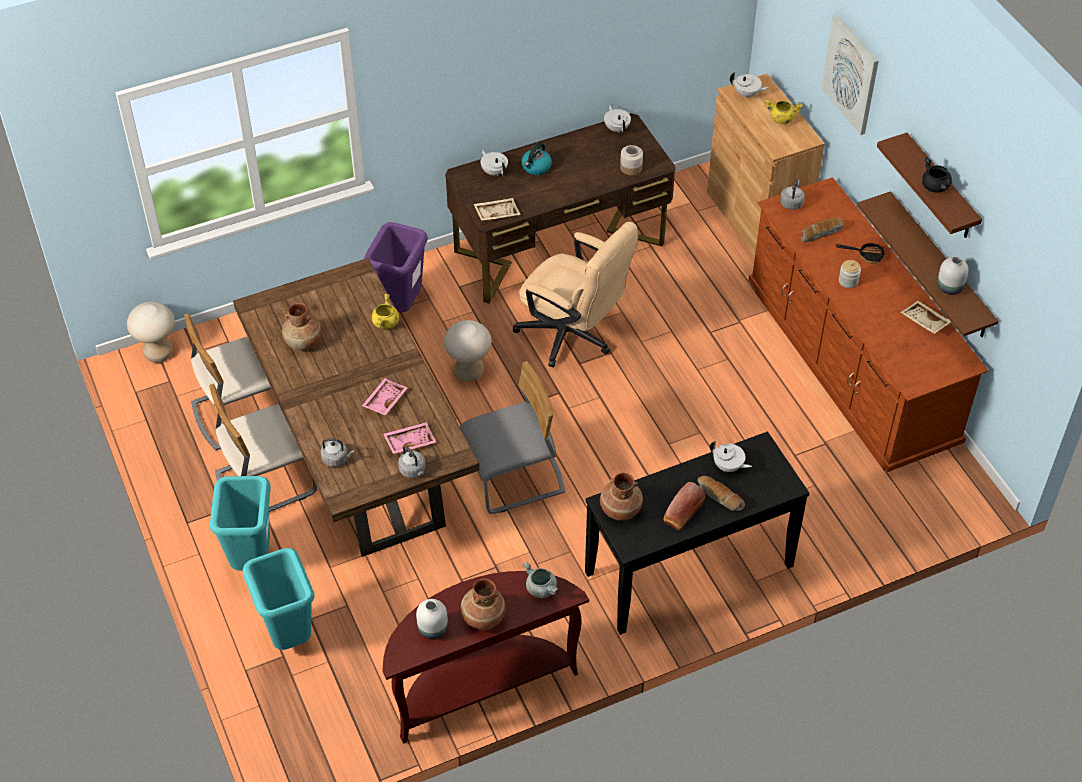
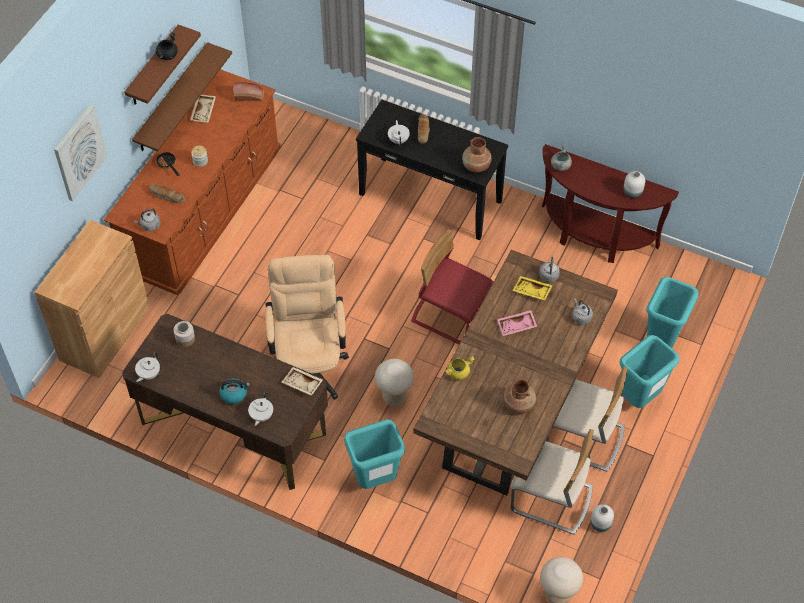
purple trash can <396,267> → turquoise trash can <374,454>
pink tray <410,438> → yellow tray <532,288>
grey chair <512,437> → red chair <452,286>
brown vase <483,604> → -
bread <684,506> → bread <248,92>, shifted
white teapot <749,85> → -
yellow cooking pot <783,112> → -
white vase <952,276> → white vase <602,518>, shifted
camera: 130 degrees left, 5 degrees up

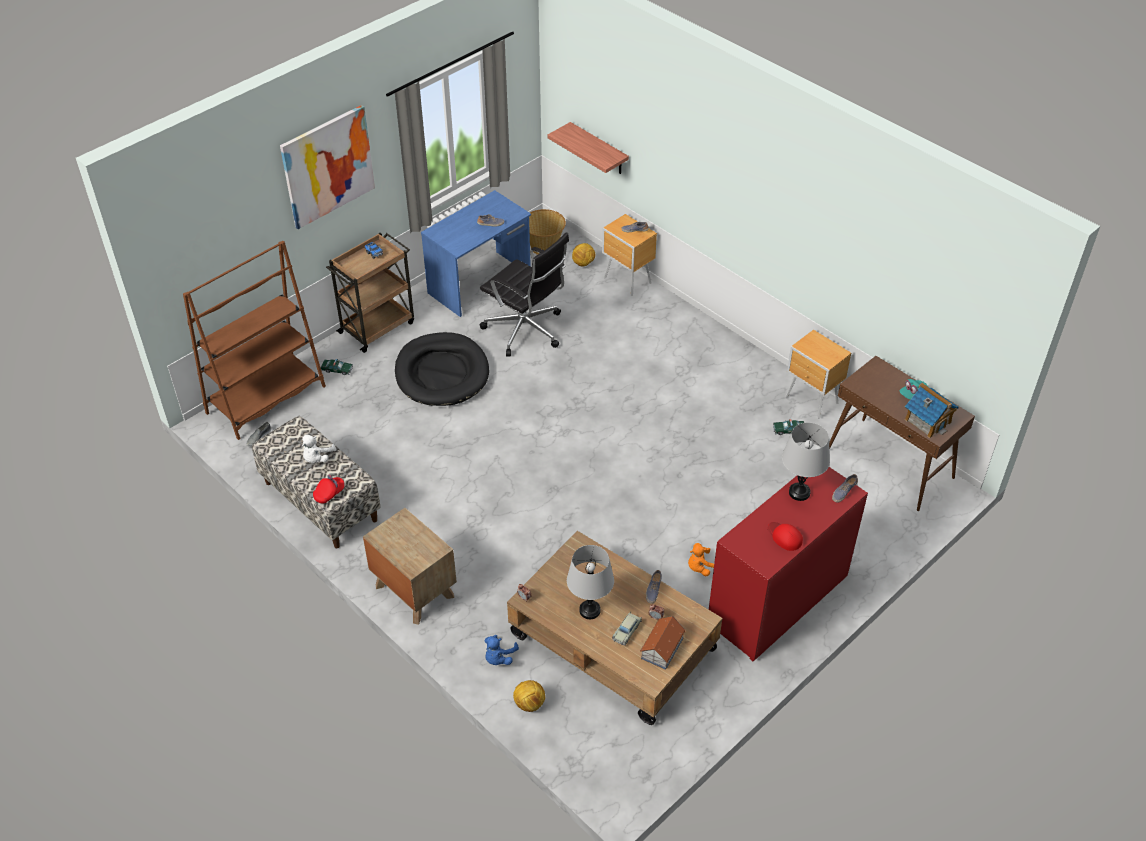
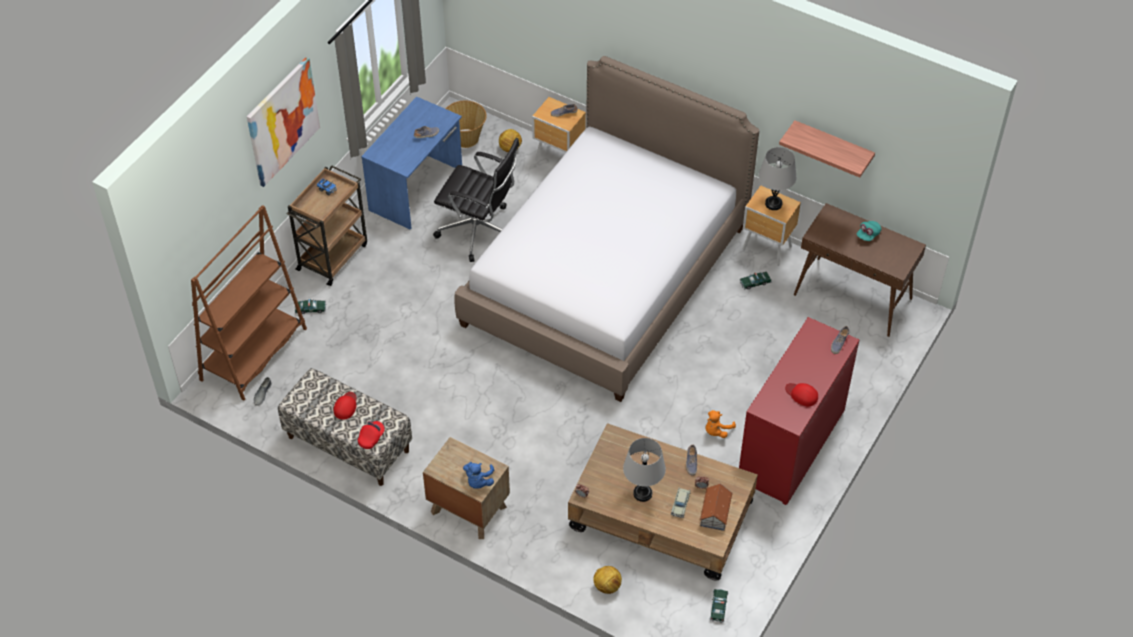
white plush toy <319,449> → red cap <345,406>
black dog bed <442,369> → -
blue plush toy <502,650> → blue plush toy <478,475>, shifted
shelf <588,148> → shelf <827,149>, shifted
grey table lamp <806,462> → grey table lamp <778,178>, shifted
toy house <932,410> → -
- → bed <606,229>
- → toy car <719,606>
camera: 15 degrees left, 5 degrees up

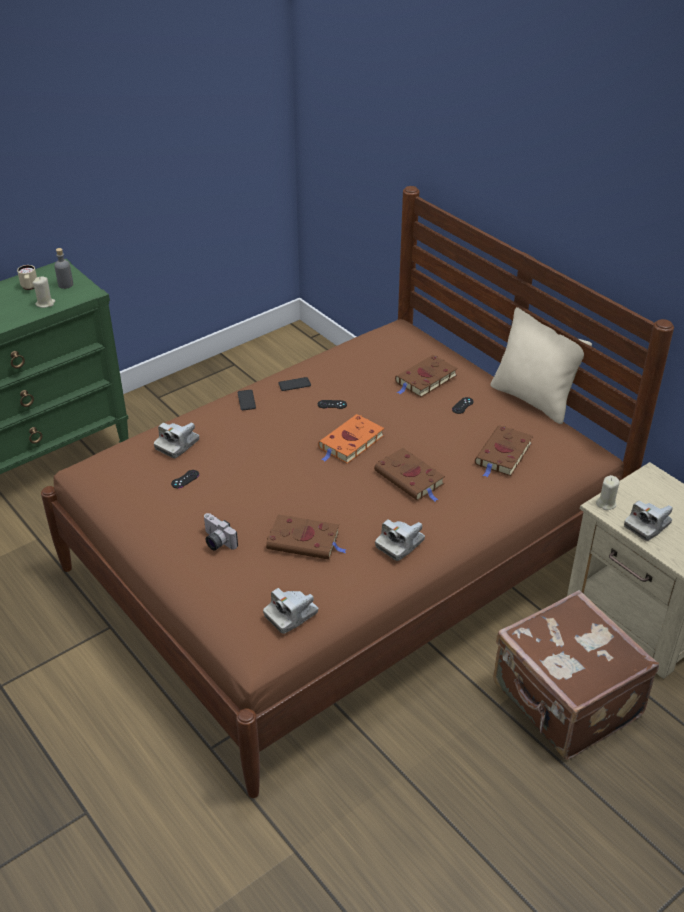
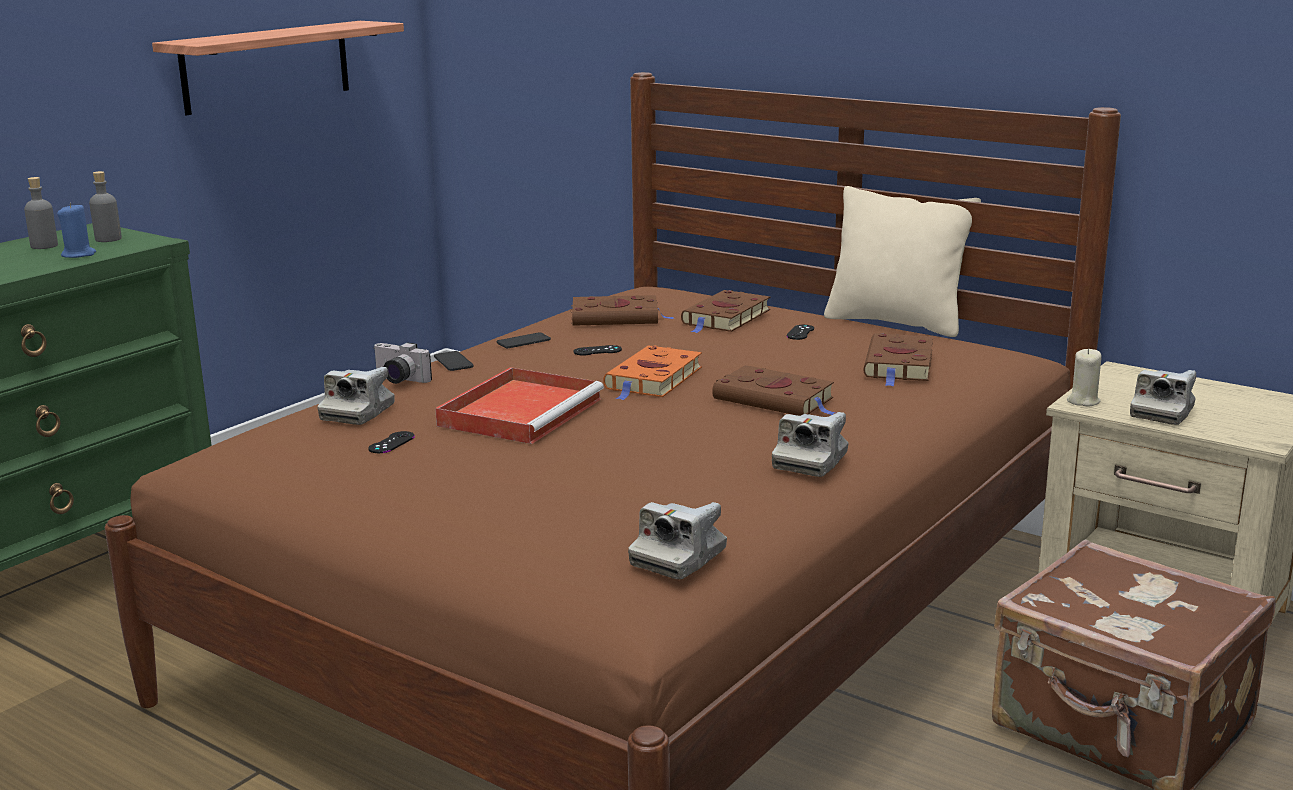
beige mug <27,277> → grey bottle <41,213>
beige candle <44,292> → blue candle <76,230>
photo camera <220,532> → photo camera <402,363>, shifted
brown book <306,537> → brown book <622,310>, shifted
- → shelf <278,68>
- → red tray <519,405>
camera: 15 degrees left, 20 degrees down

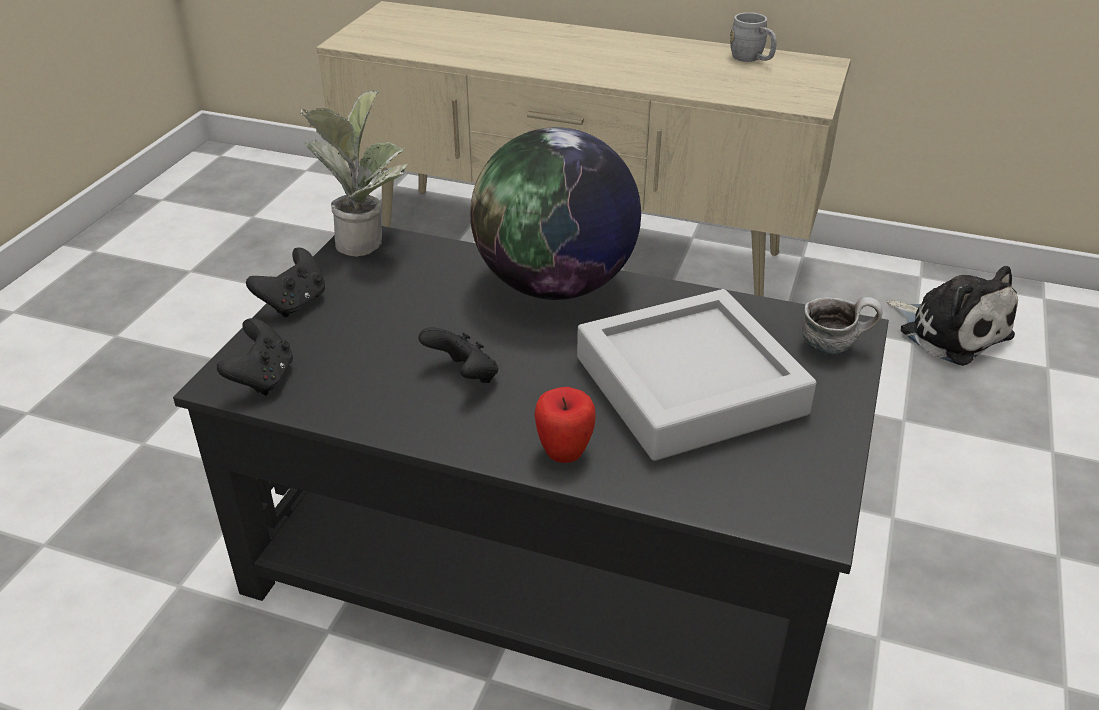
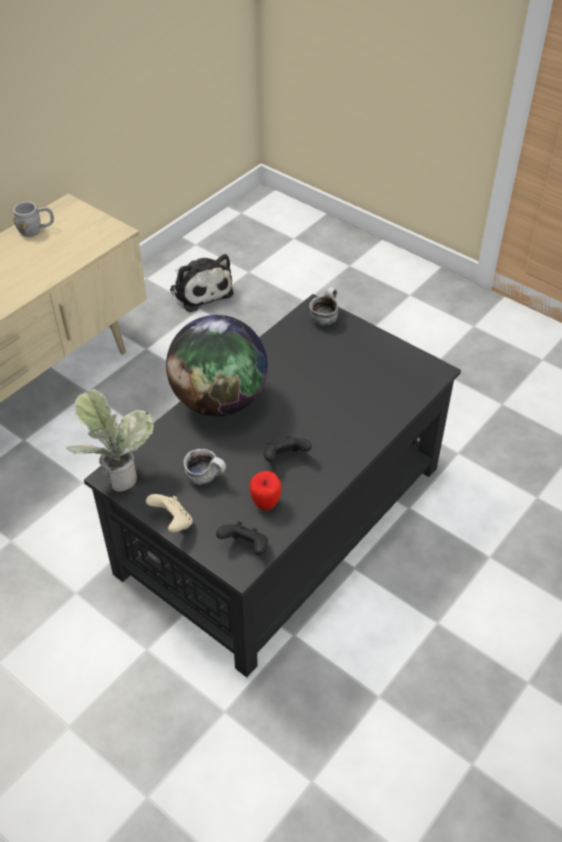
black game controller <285,282> → beige game controller <169,513>
apple <565,425> → apple <265,490>, shifted
grey tray <696,375> → -
plush toy <952,316> → plush toy <202,283>, 75 degrees clockwise
- → mug <204,467>
camera: 70 degrees left, 10 degrees up

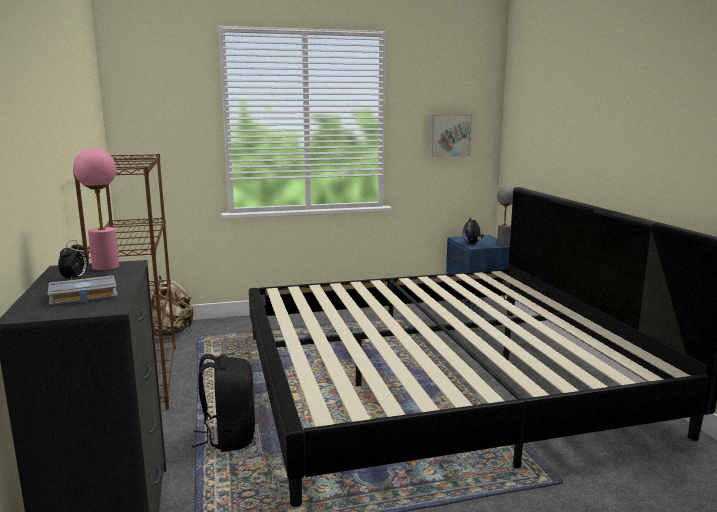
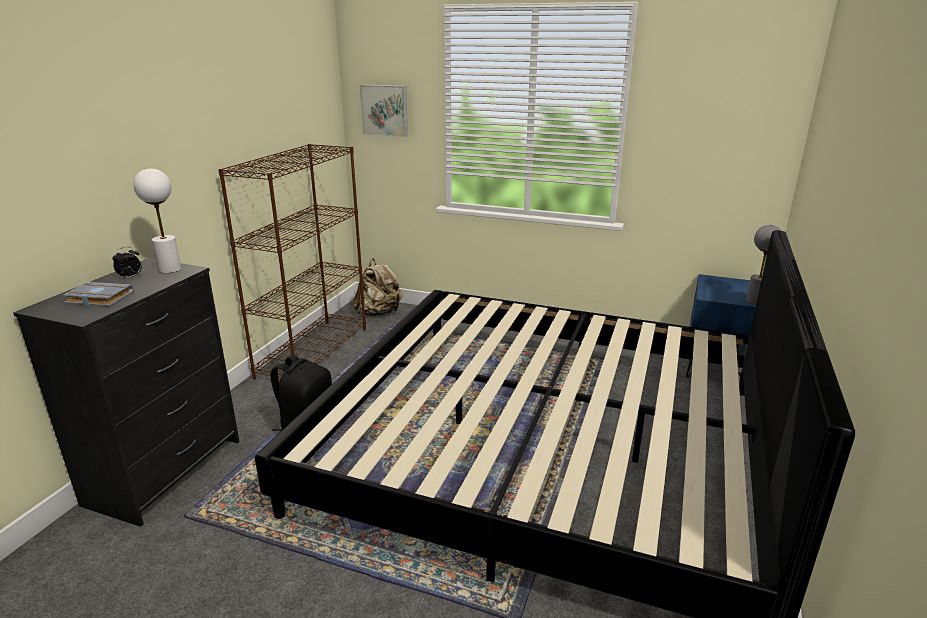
pink table lamp <96,209> → white table lamp <157,221>
picture <450,136> → picture <384,111>, shifted
plush toy <473,230> → -
camera: 35 degrees right, 10 degrees up

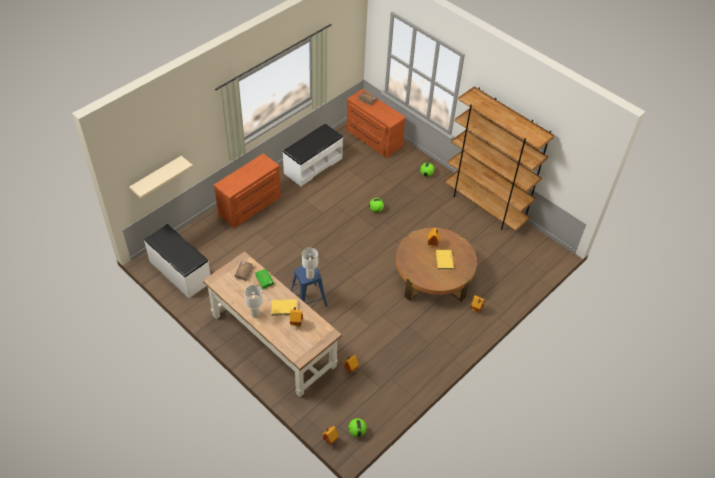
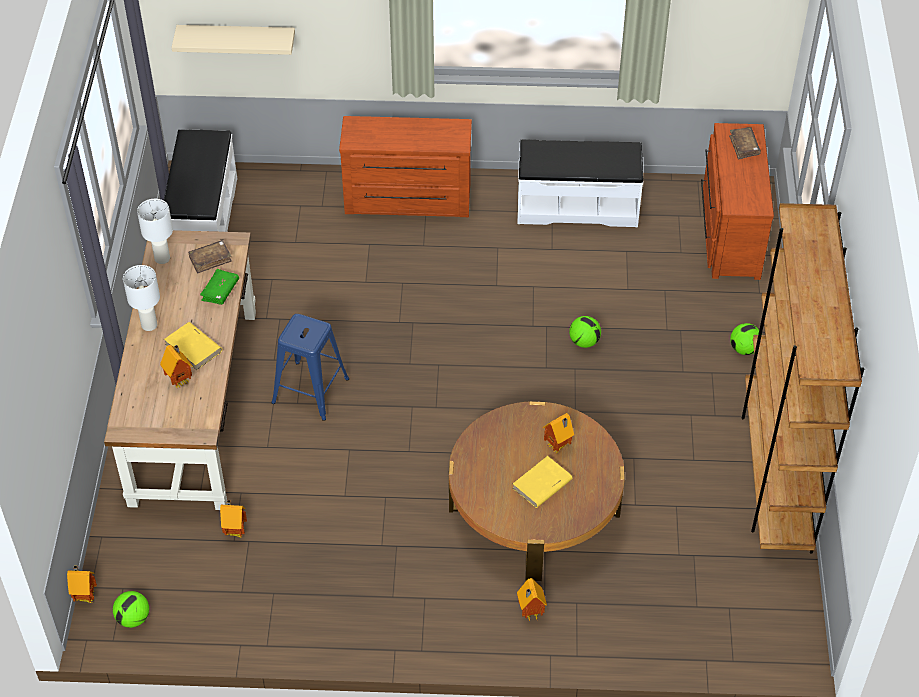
white table lamp <310,263> → white table lamp <155,231>, shifted
camera: 50 degrees right, 0 degrees up

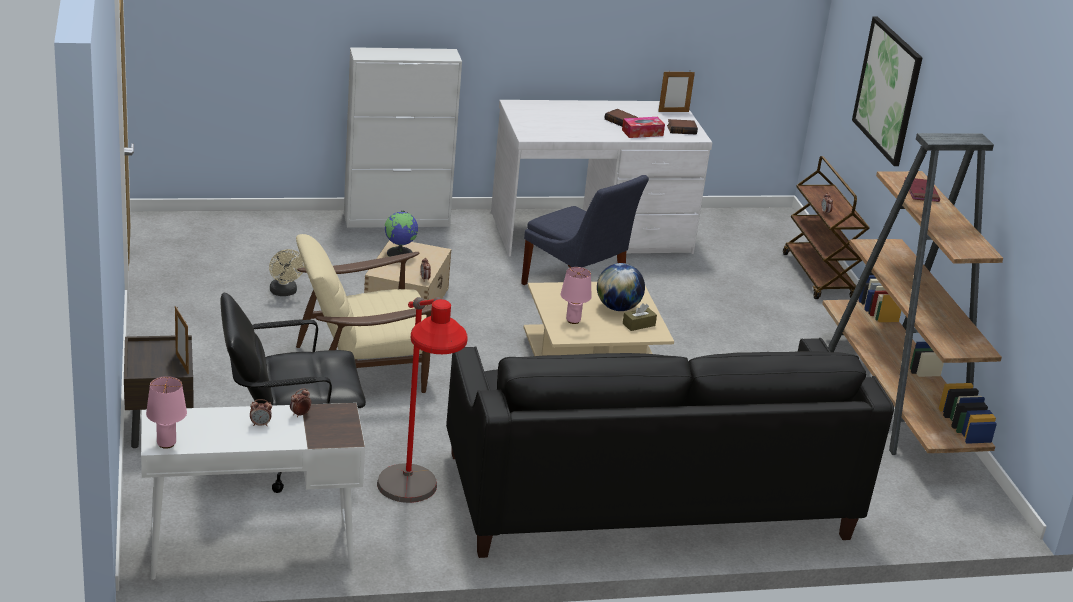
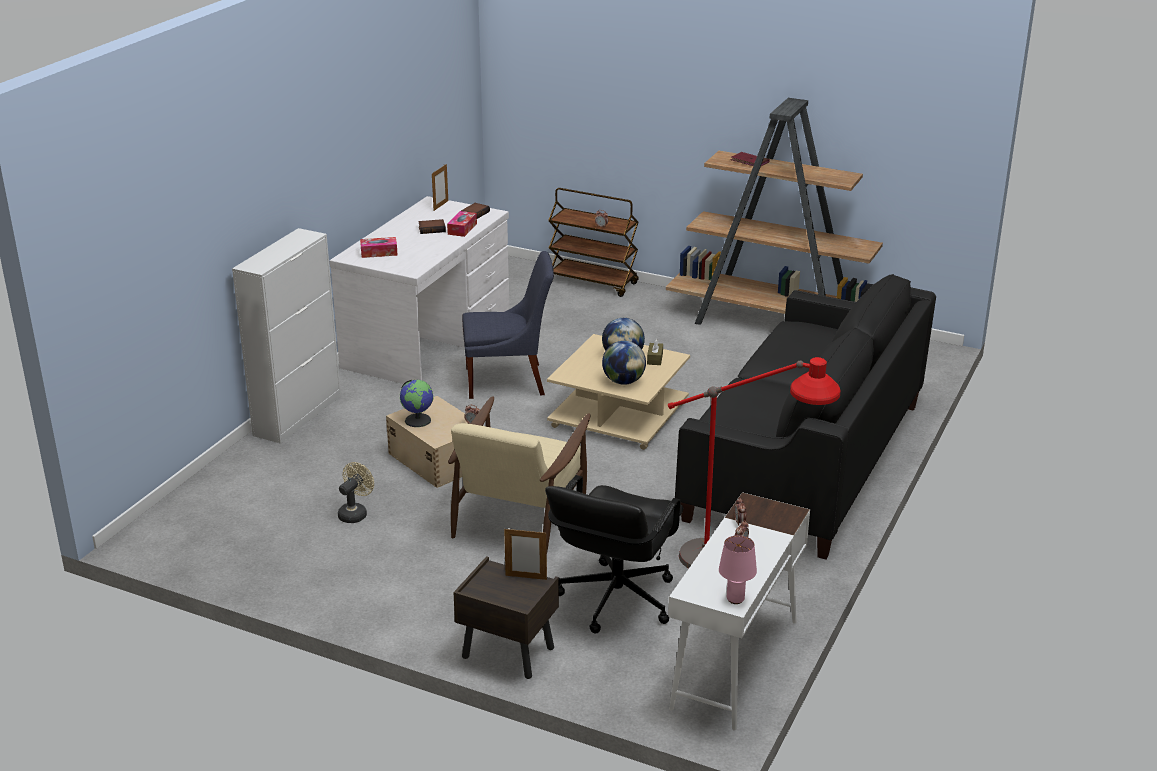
beige fan <287,272> → beige fan <356,492>, 75 degrees counterclockwise
pink table lamp <576,295> → globe <624,363>
picture <887,91> → -
- → tissue box <379,247>
camera: 50 degrees left, 0 degrees up

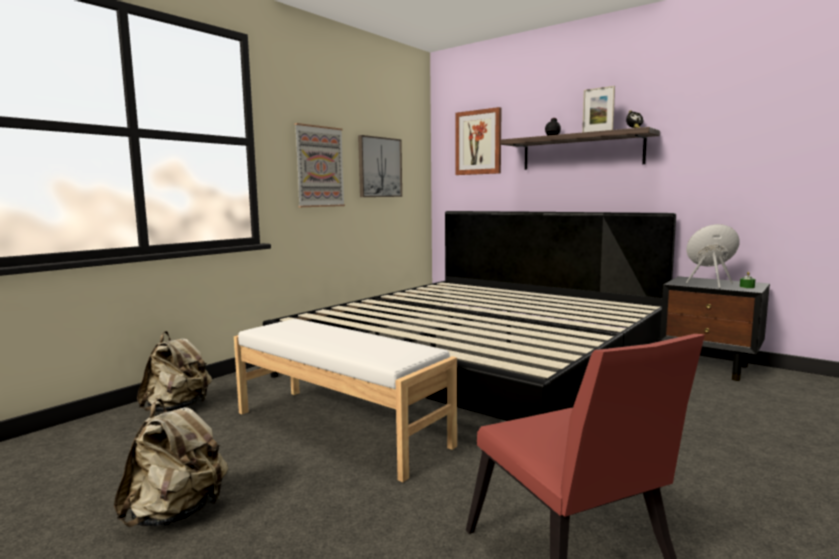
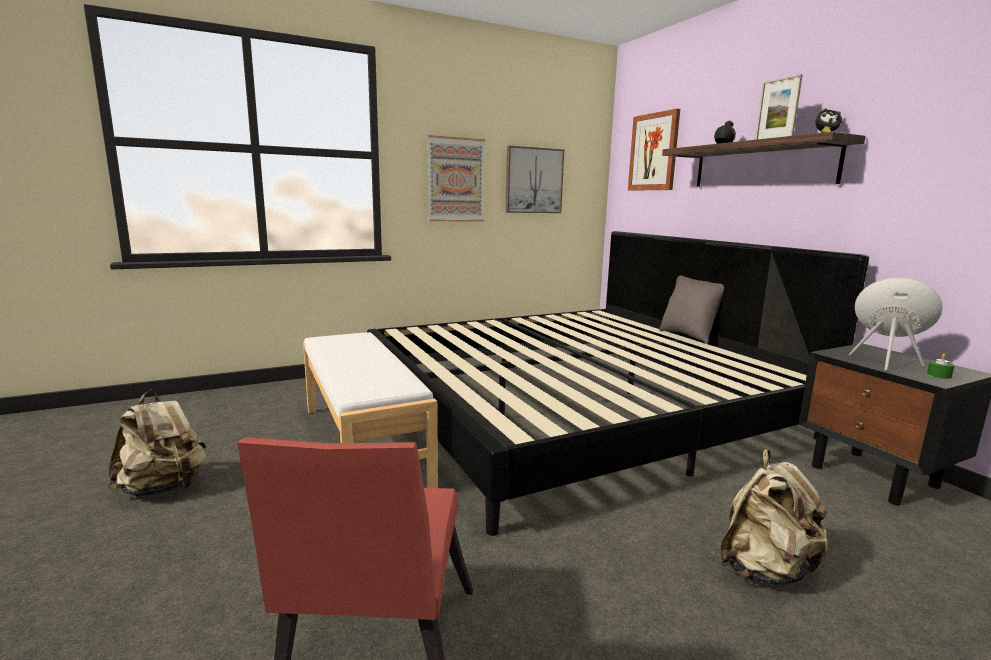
beige backpack <174,371> → beige backpack <775,517>, shifted
- → grey pillow <691,310>
camera: 25 degrees right, 5 degrees up

